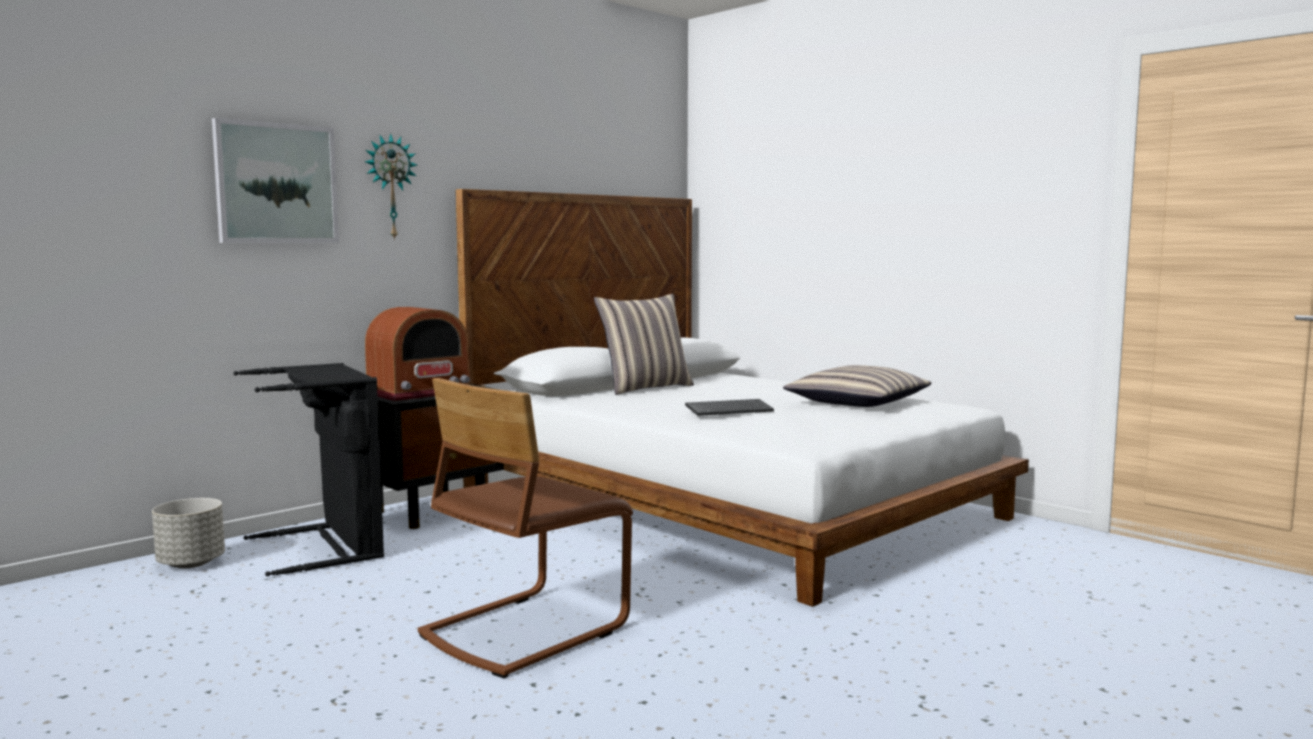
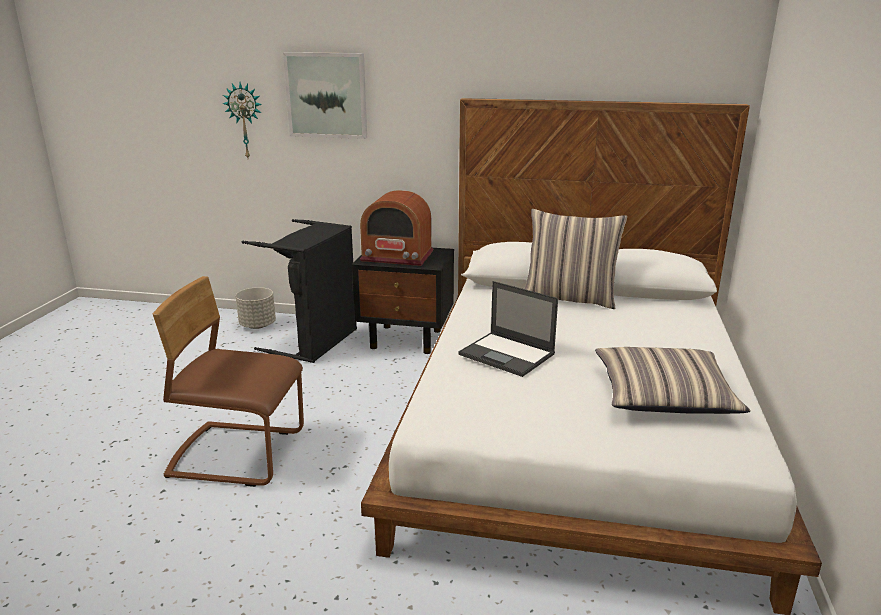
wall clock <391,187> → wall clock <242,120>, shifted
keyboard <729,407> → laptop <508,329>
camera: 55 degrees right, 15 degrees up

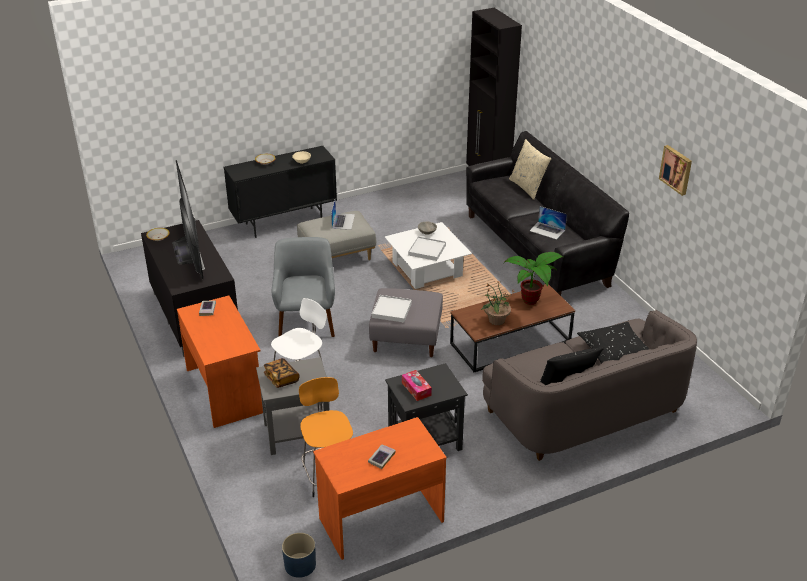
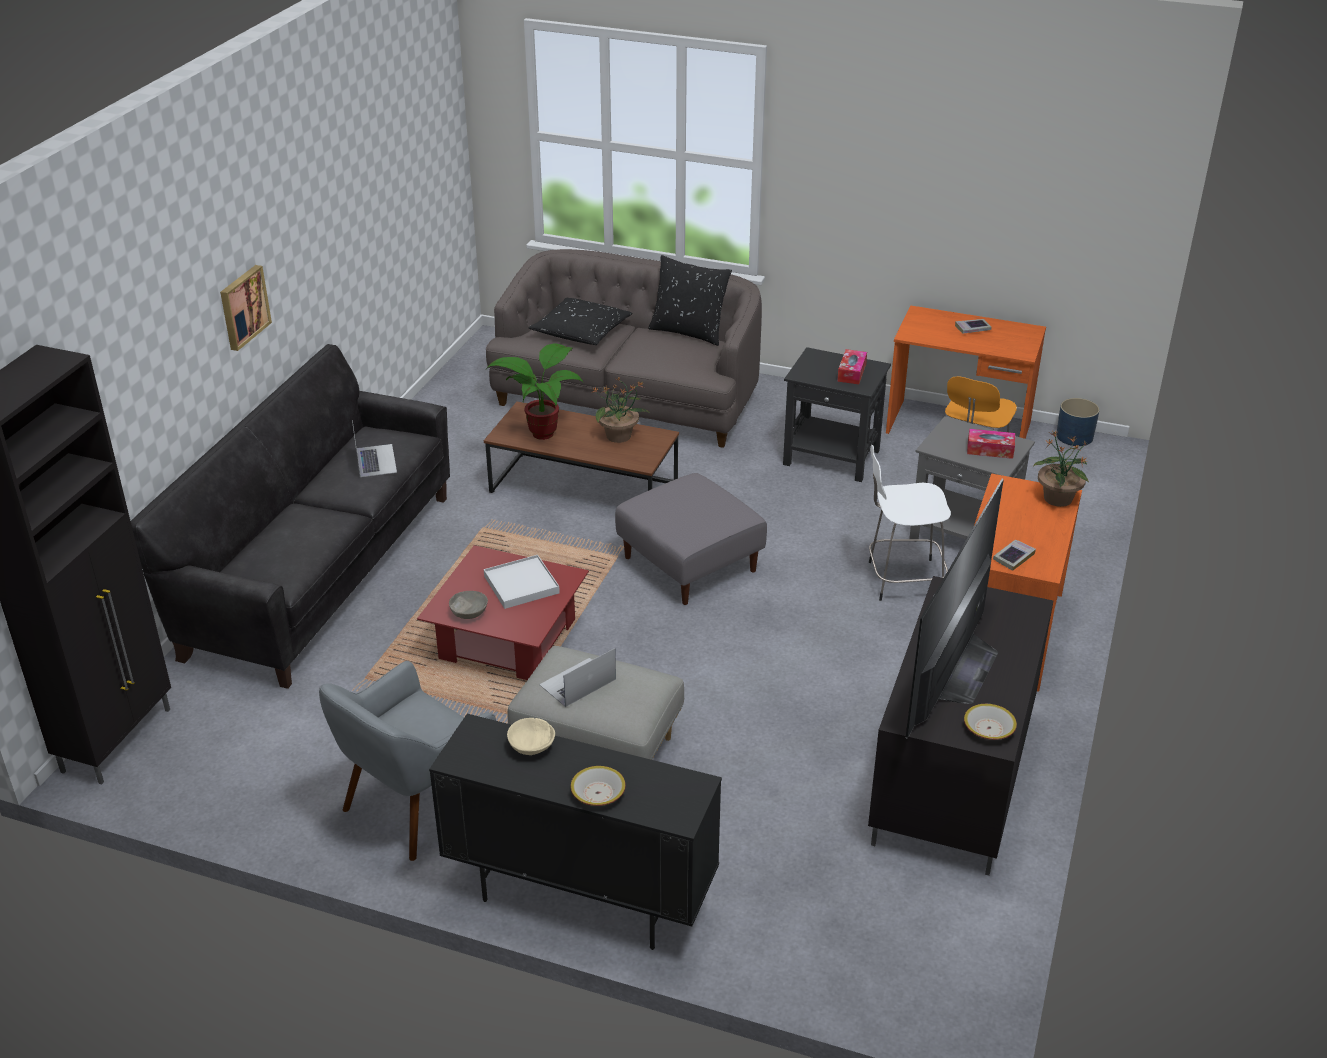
book <281,373> → tissue box <991,444>
grey armchair <303,287> → grey armchair <407,761>, shifted
white tray <392,308> → -
white coffee table <428,255> → red coffee table <503,612>
beige pillow <530,169> → -
picture <675,170> → picture <246,308>, shifted
- → potted plant <1061,468>
camera: 135 degrees left, 0 degrees up

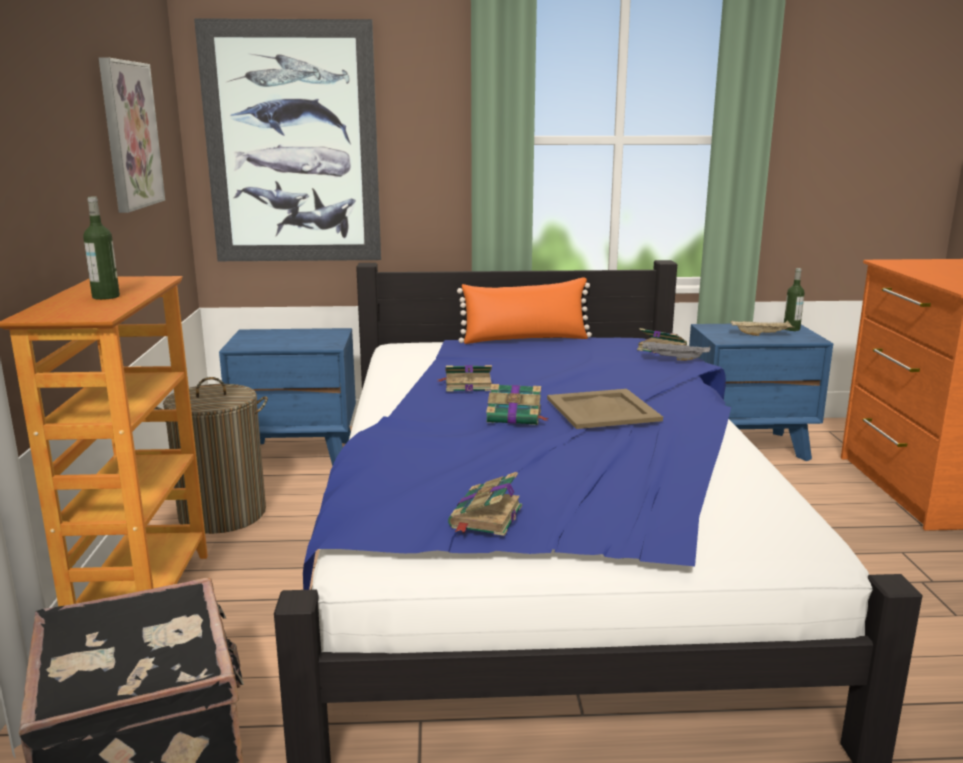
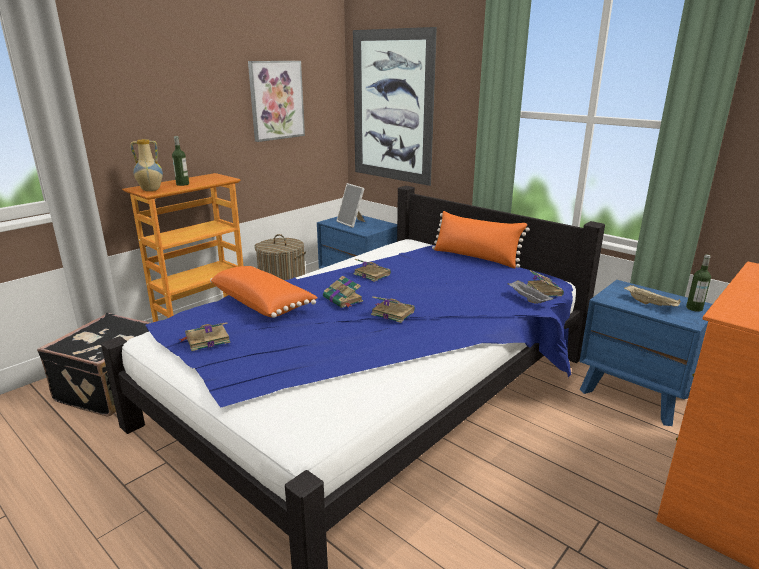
beige tray <605,409> → book <393,309>
- → vase <146,165>
- → orange pillow <264,292>
- → picture frame <351,205>
camera: 45 degrees right, 5 degrees up

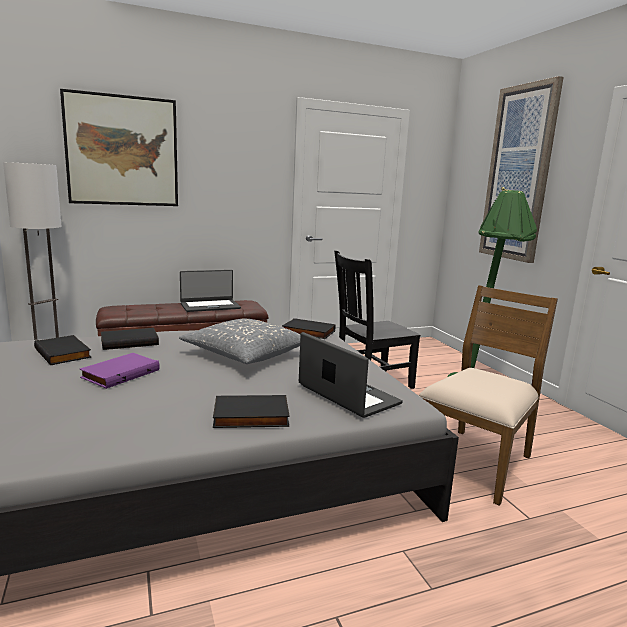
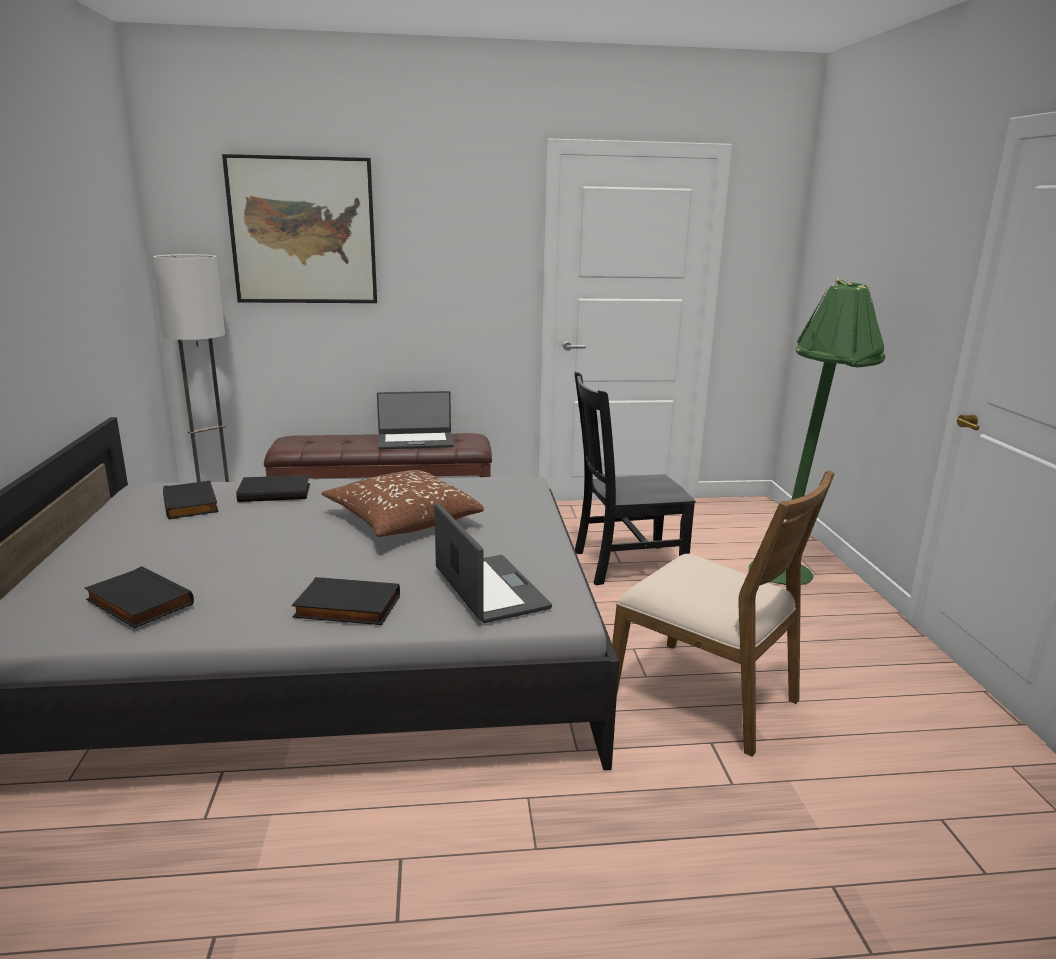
purple book <120,371> → -
grey pillow <239,341> → brown pillow <402,503>
black book <308,328> → black book <139,597>, shifted
brown chair <488,395> → brown chair <723,613>, 75 degrees clockwise
picture <521,169> → -
camera: 15 degrees right, 5 degrees up

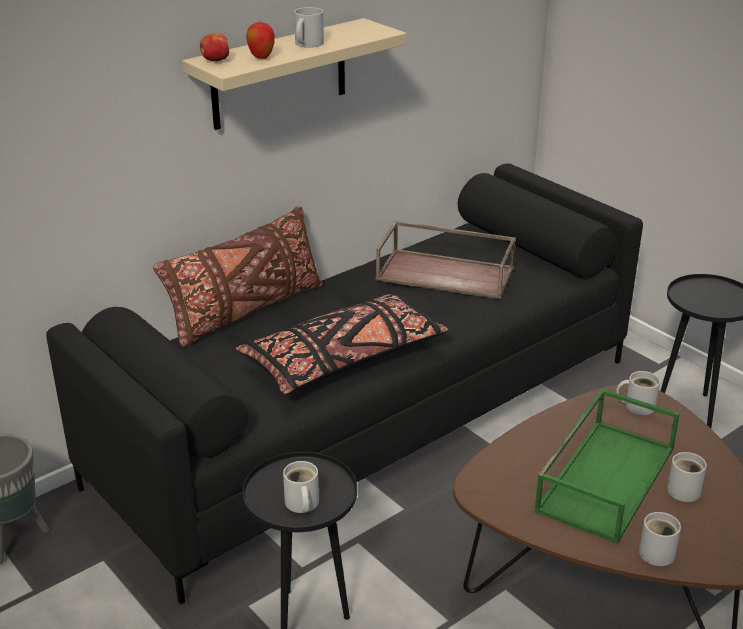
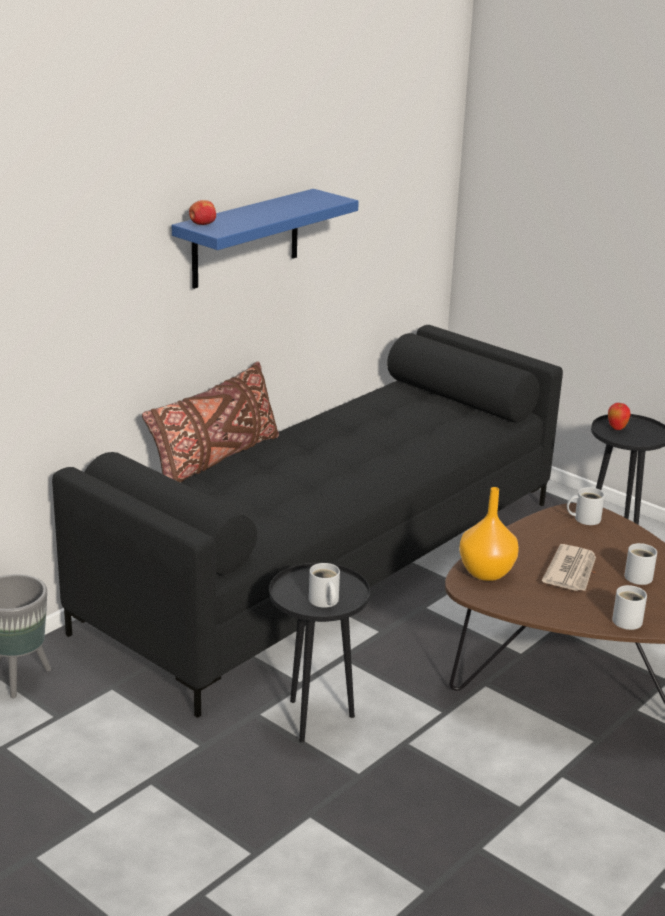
beige shelf <294,74> → blue shelf <265,239>
black pillow <342,343> → -
apple <260,40> → apple <619,416>, shifted
white mug <309,27> → -
brown tray <446,260> → -
green tray <607,466> → newspaper <569,567>
- → orange vase <489,534>
camera: 10 degrees left, 5 degrees down

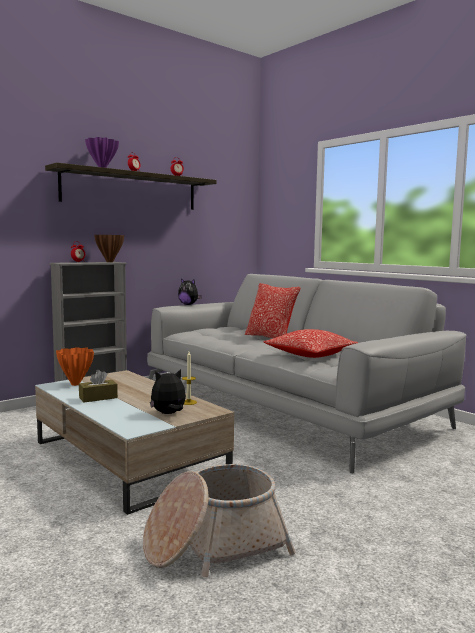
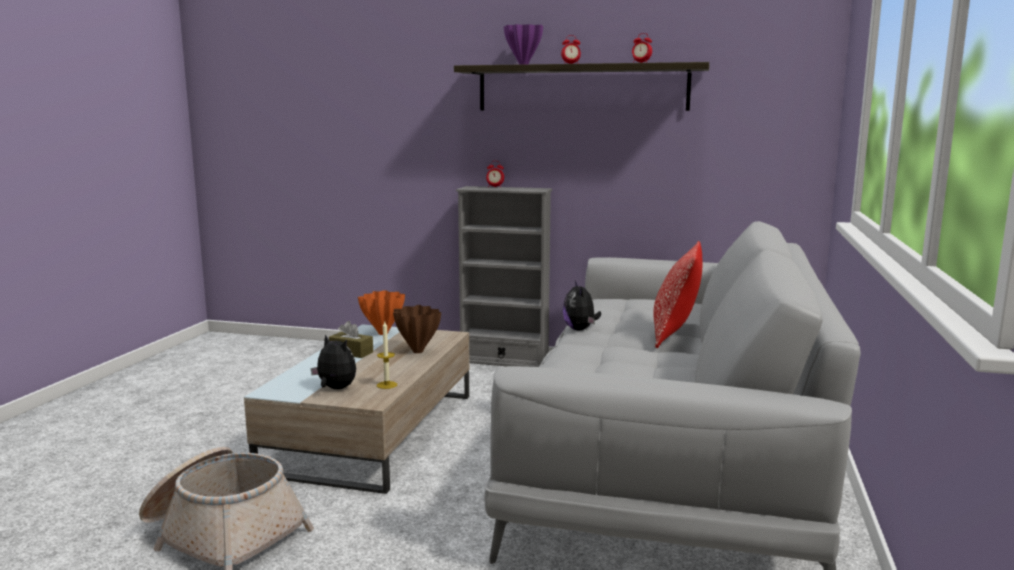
brown vase <109,248> → brown vase <417,329>, shifted
plush toy <190,291> → plush toy <582,305>, shifted
pillow <310,343> → -
camera: 55 degrees right, 5 degrees up

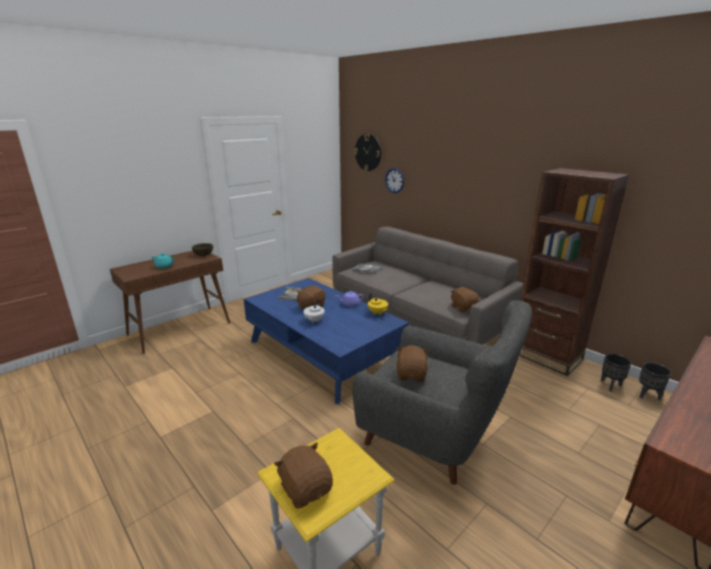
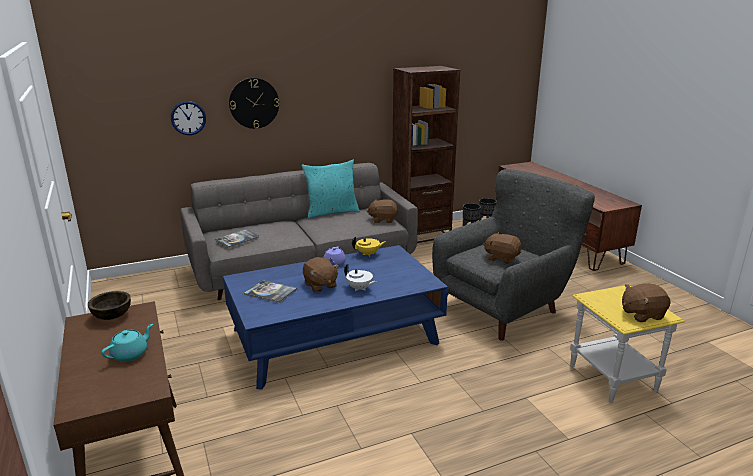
wall clock <367,152> → wall clock <254,103>, shifted
- → turquoise pillow <330,189>
camera: 70 degrees left, 0 degrees up

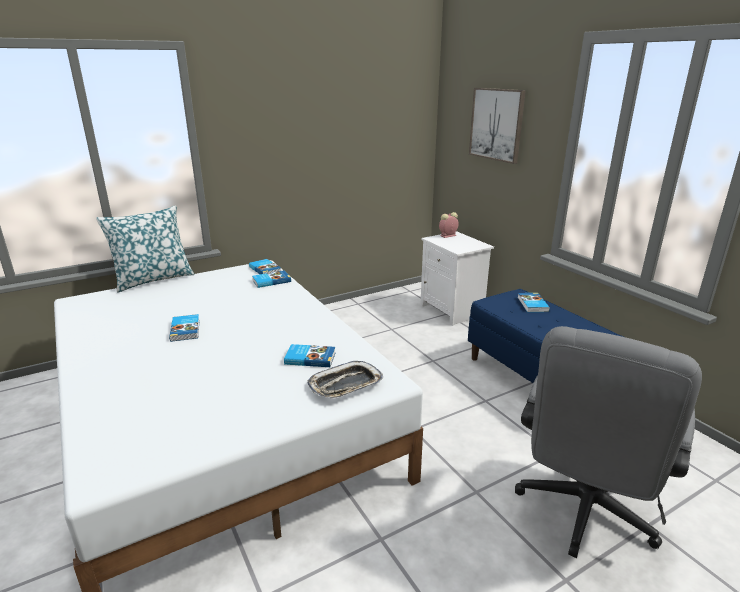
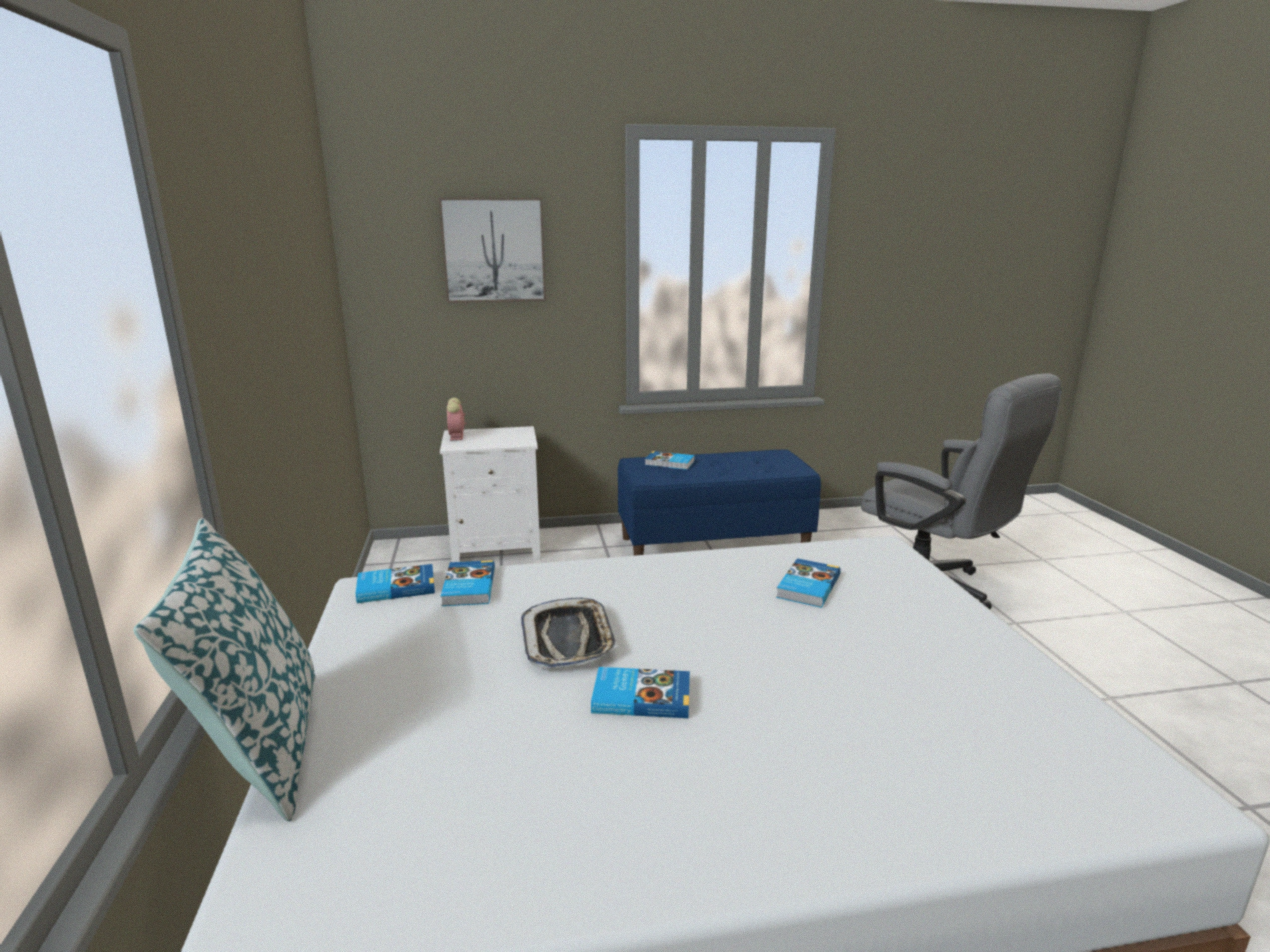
tray <345,380> → tray <569,633>, shifted
camera: 70 degrees left, 5 degrees down

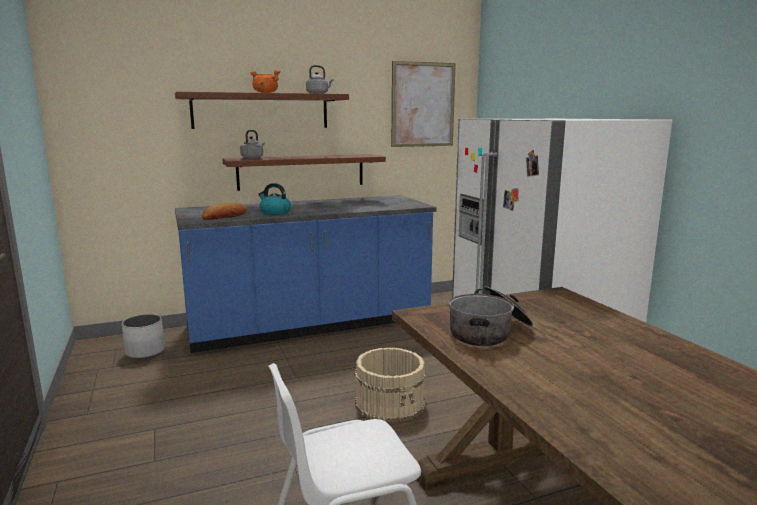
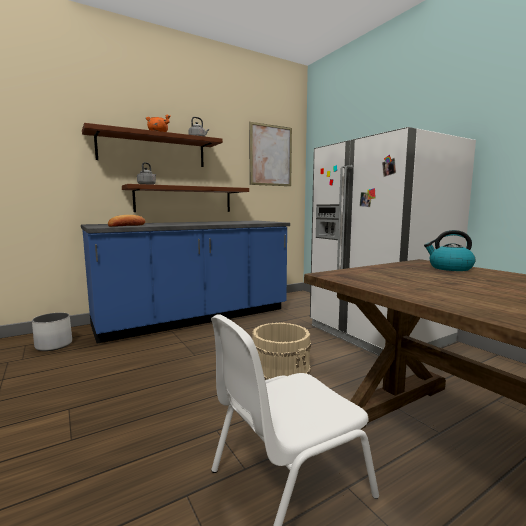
kettle <274,199> → kettle <449,250>, shifted
cooking pot <491,316> → -
camera: 10 degrees left, 5 degrees down

